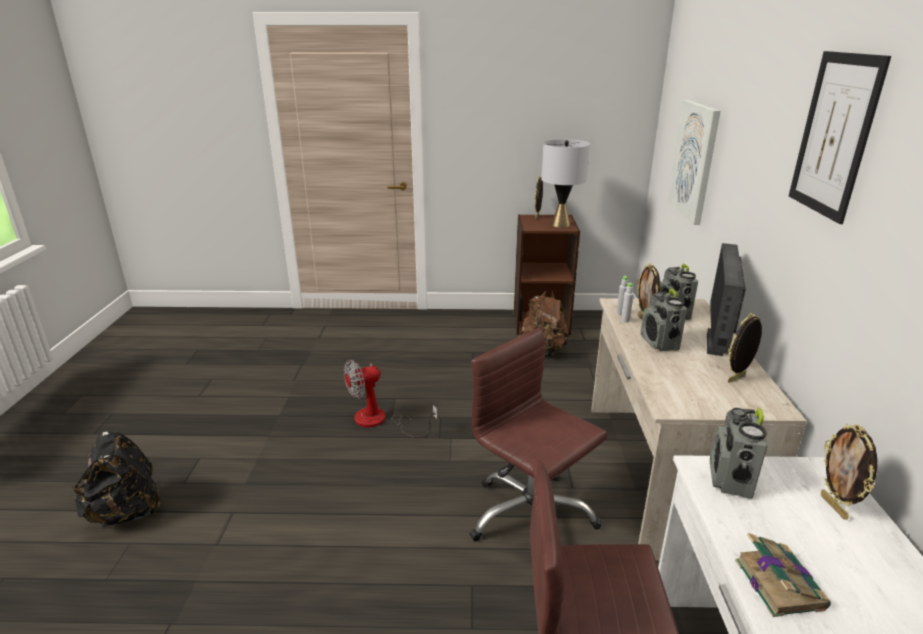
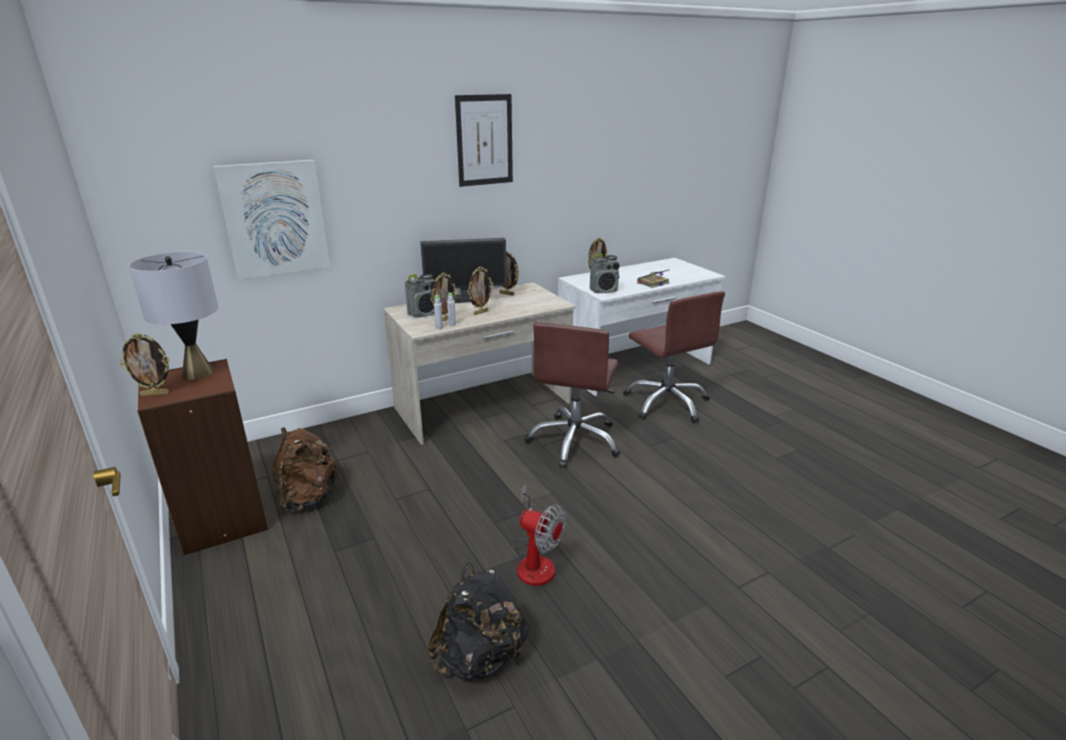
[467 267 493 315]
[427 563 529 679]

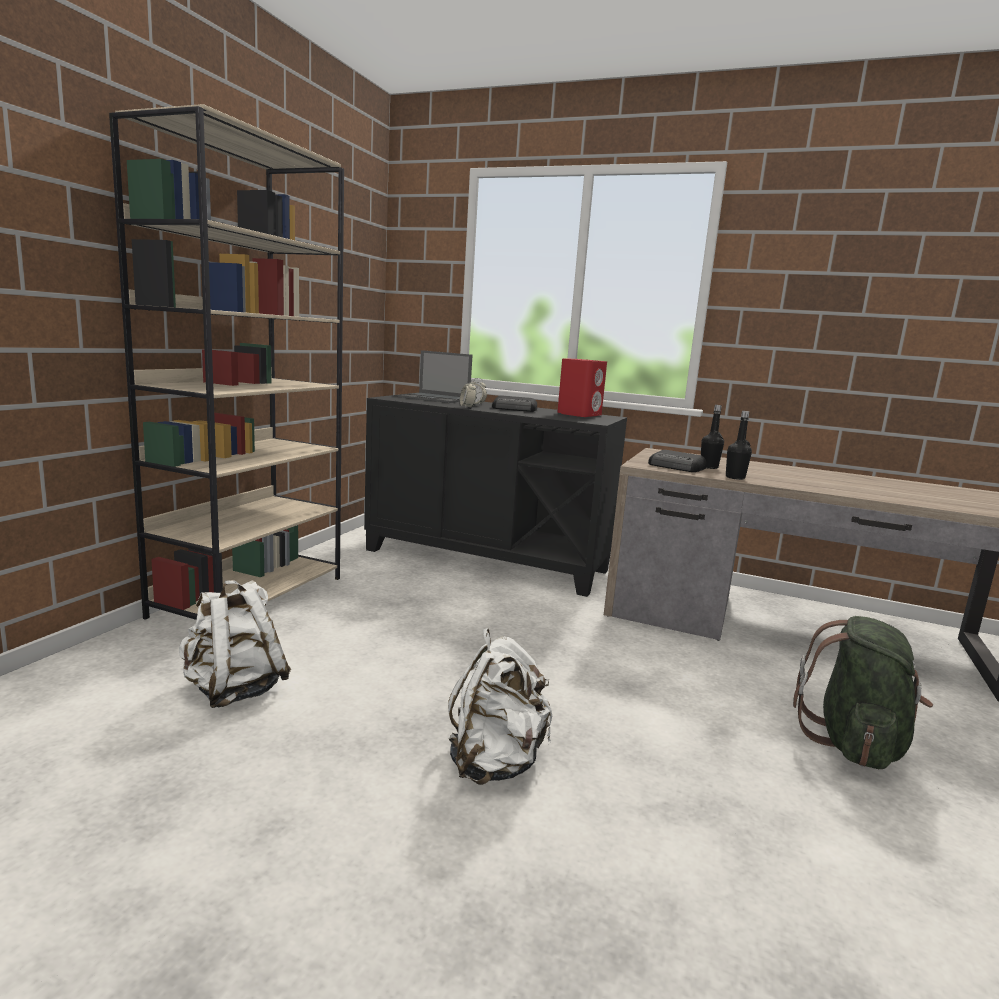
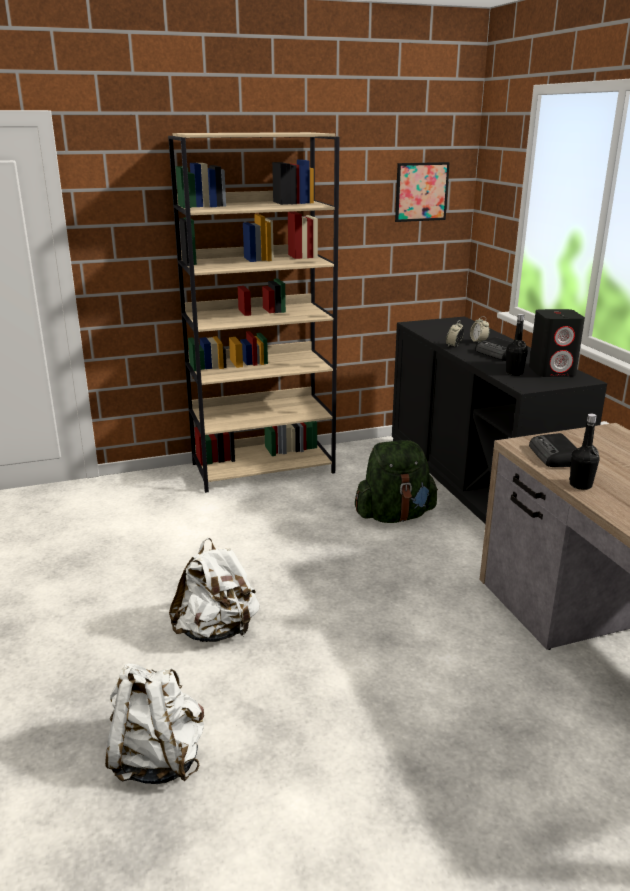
[398 350 472 403] (first image)
[529 309 585 377]
[506 314 528 376]
[105 663 204 784]
[355 440 438 523]
[395 162 450 222]

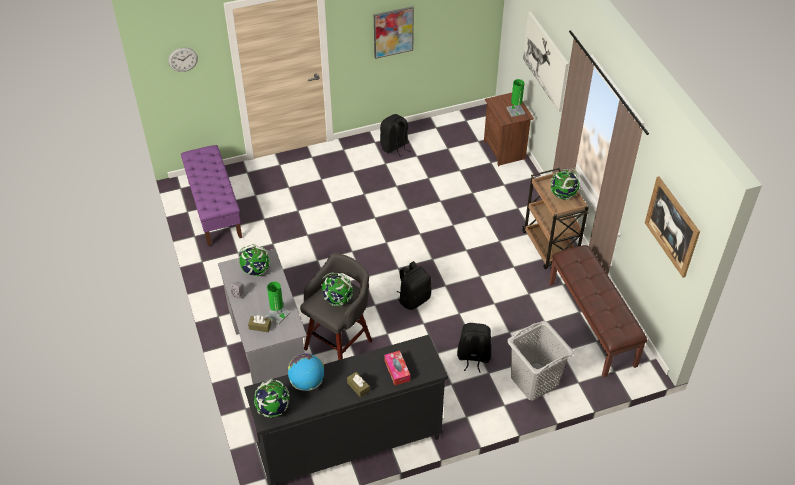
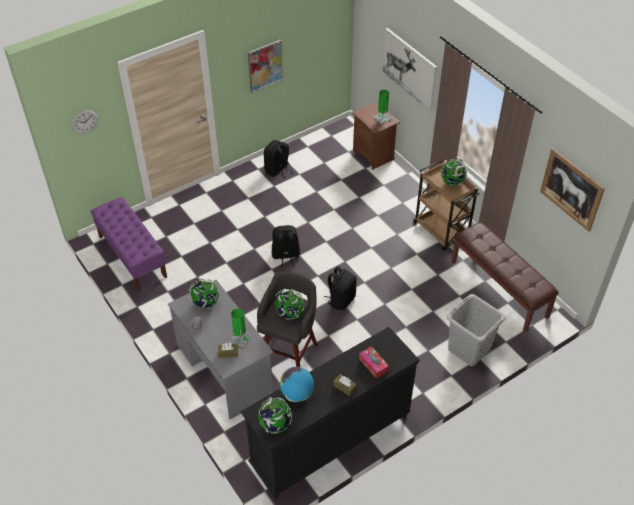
[272 225 300 267]

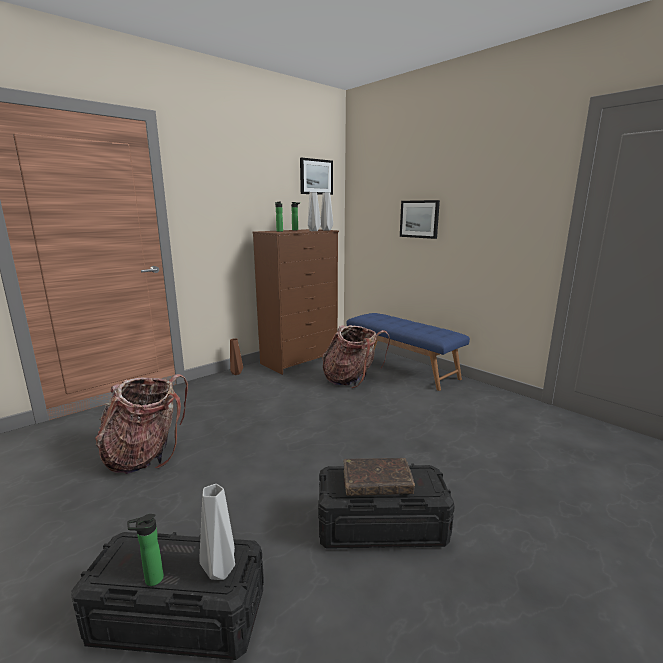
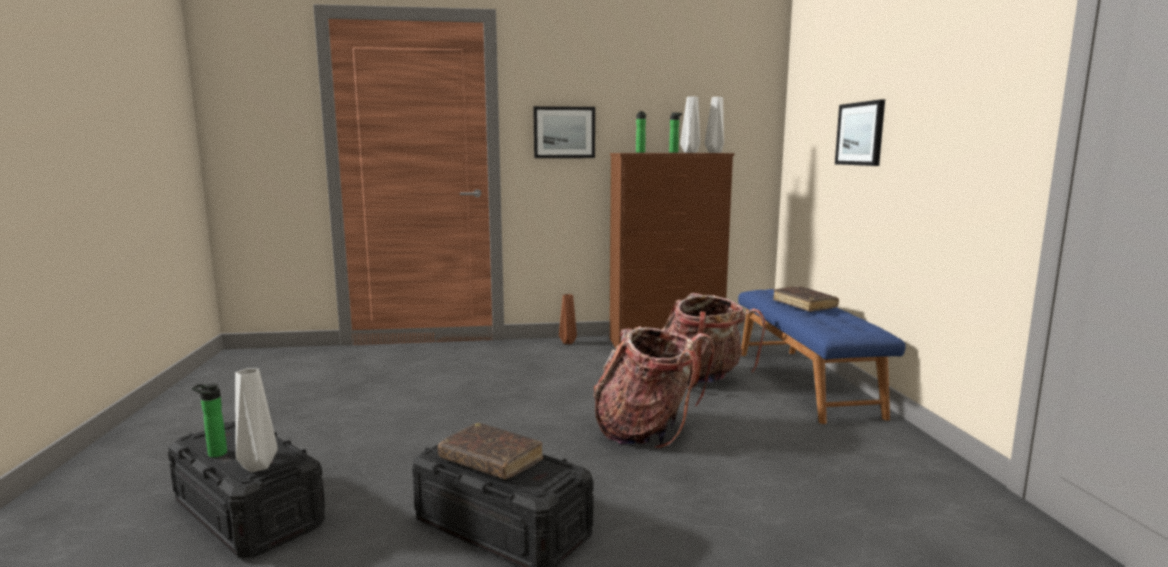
[533 106 595 158]
[593 326 715 449]
[773 286 839 312]

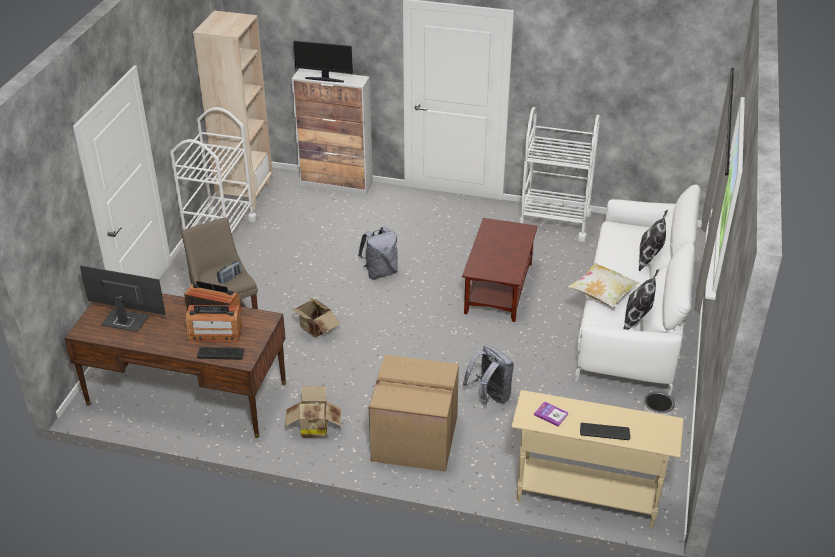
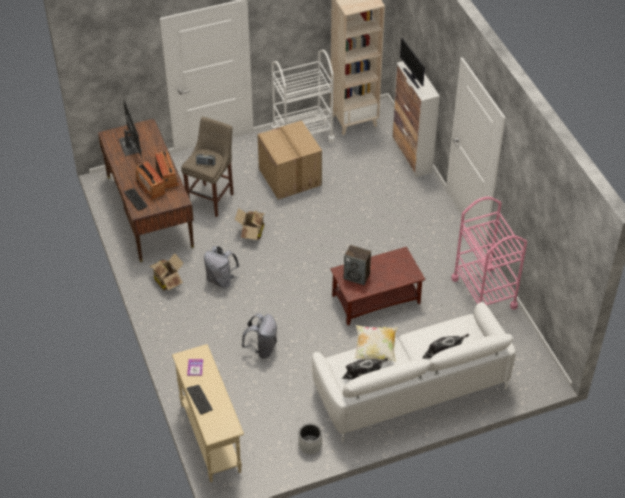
[451 197 527 310]
[204 246 239 288]
[257 120 322 200]
[344 245 371 285]

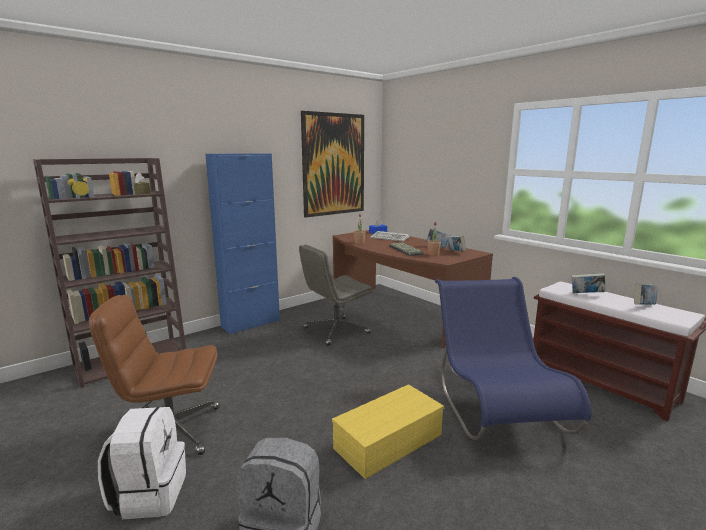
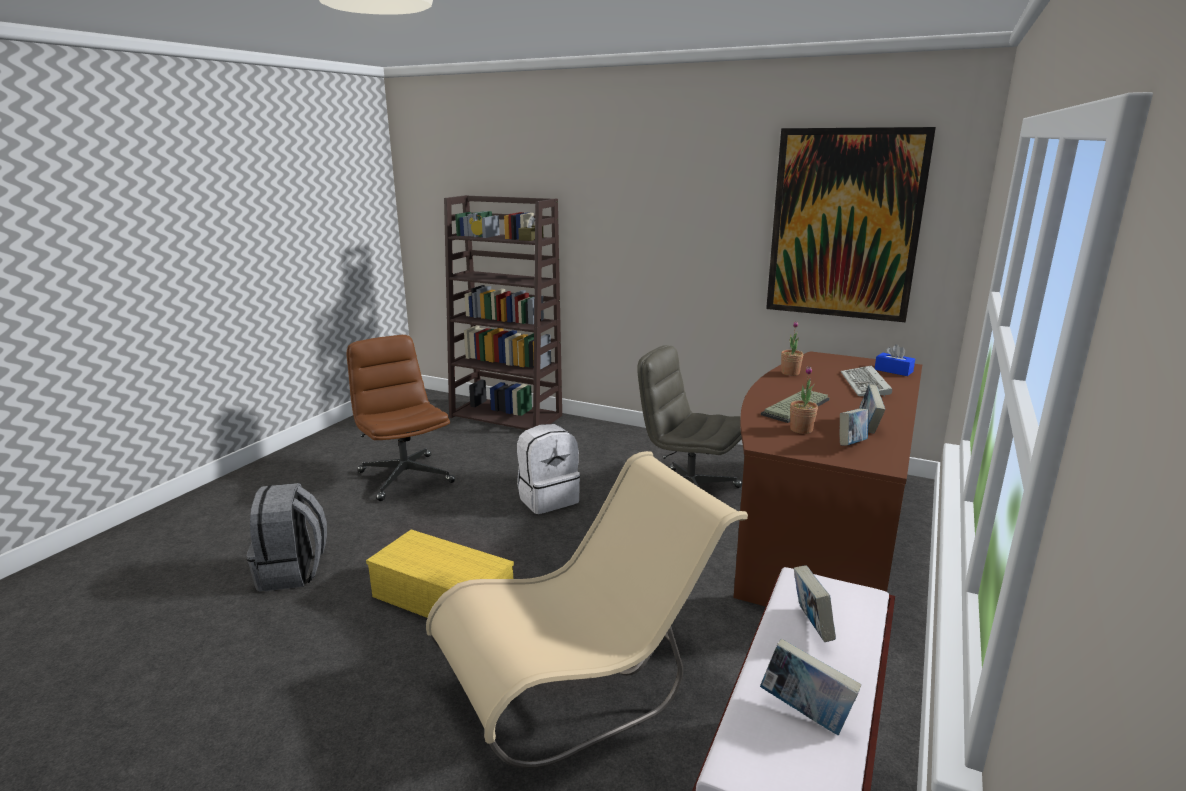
[205 153 280 335] (first image)
[426 451 748 768]
[517 424 580 514]

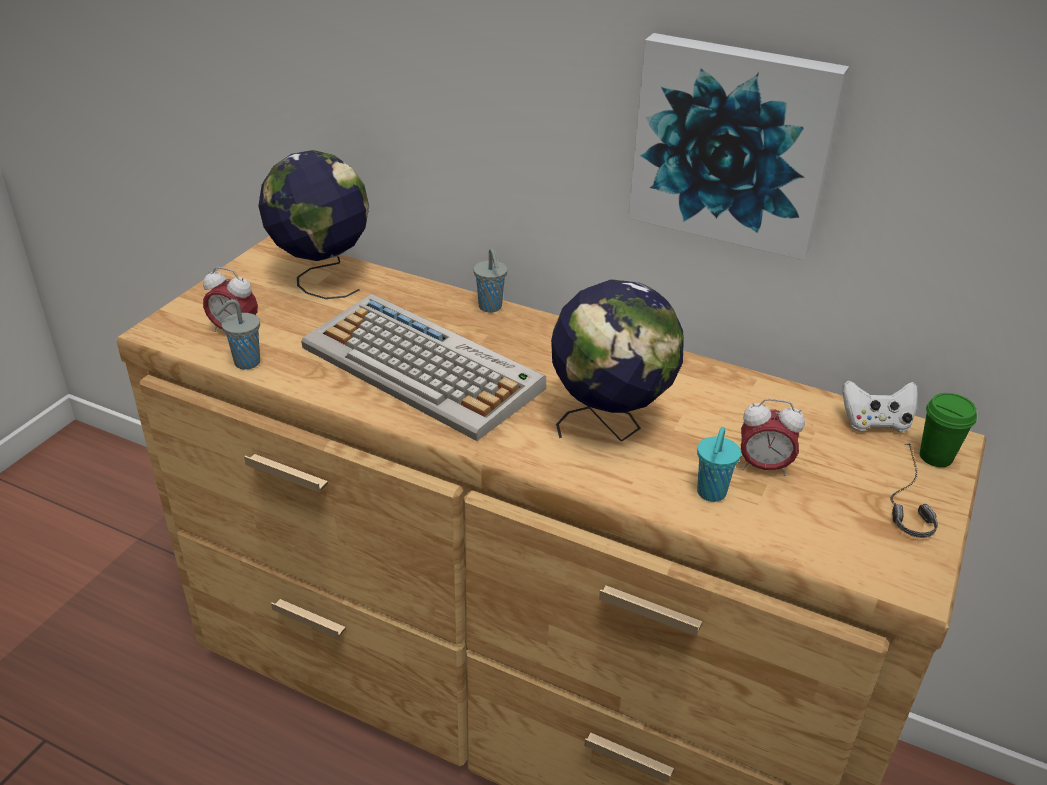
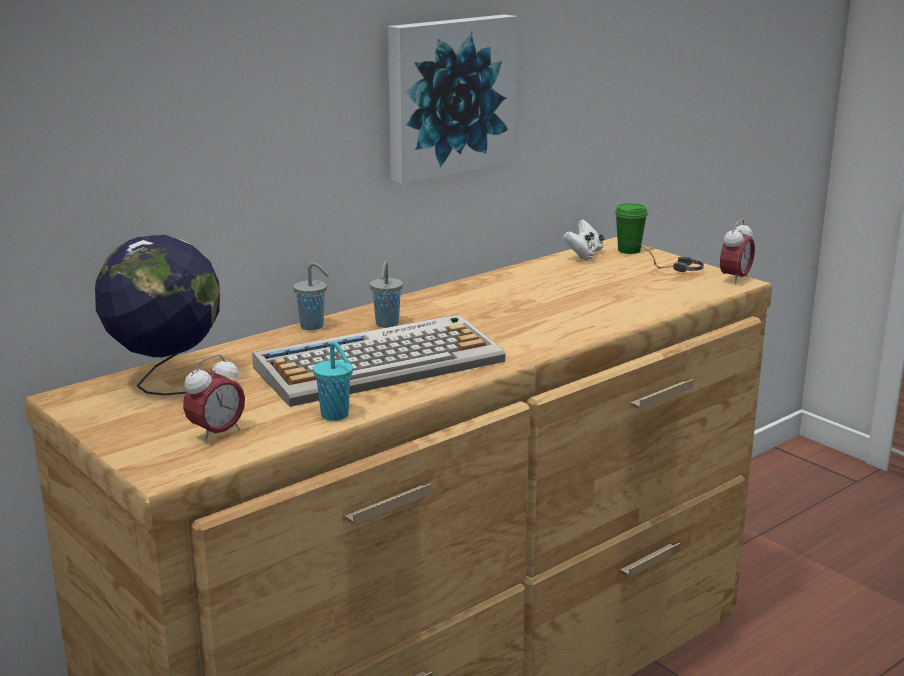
[551 279 684 442] (first image)
[370 261 403 328]
[720 219 755 285]
[313 342 353 421]

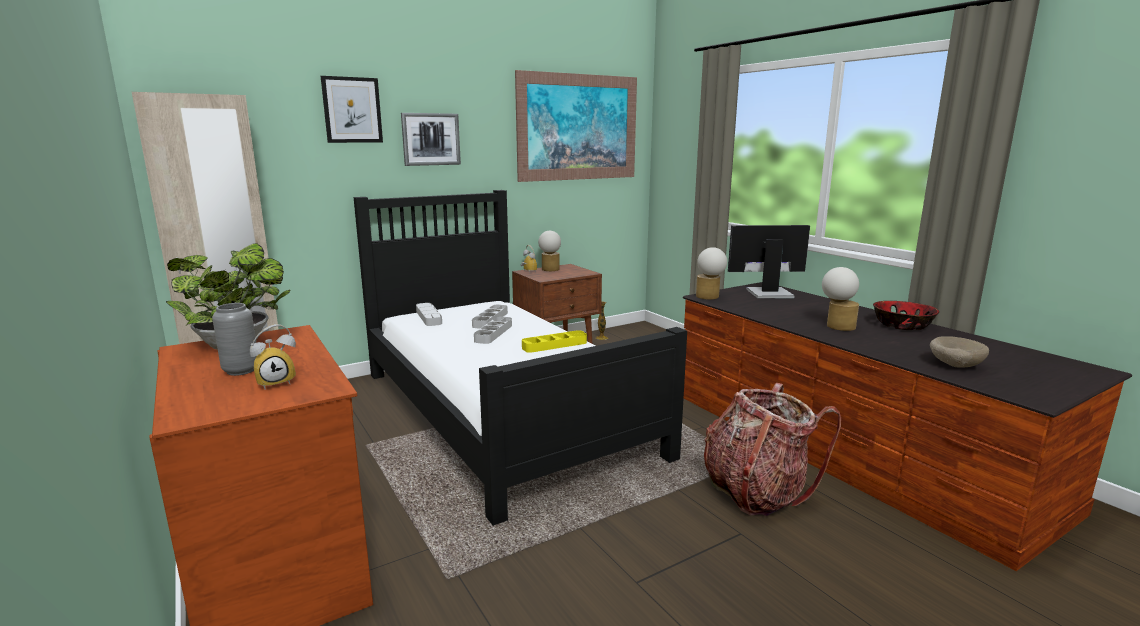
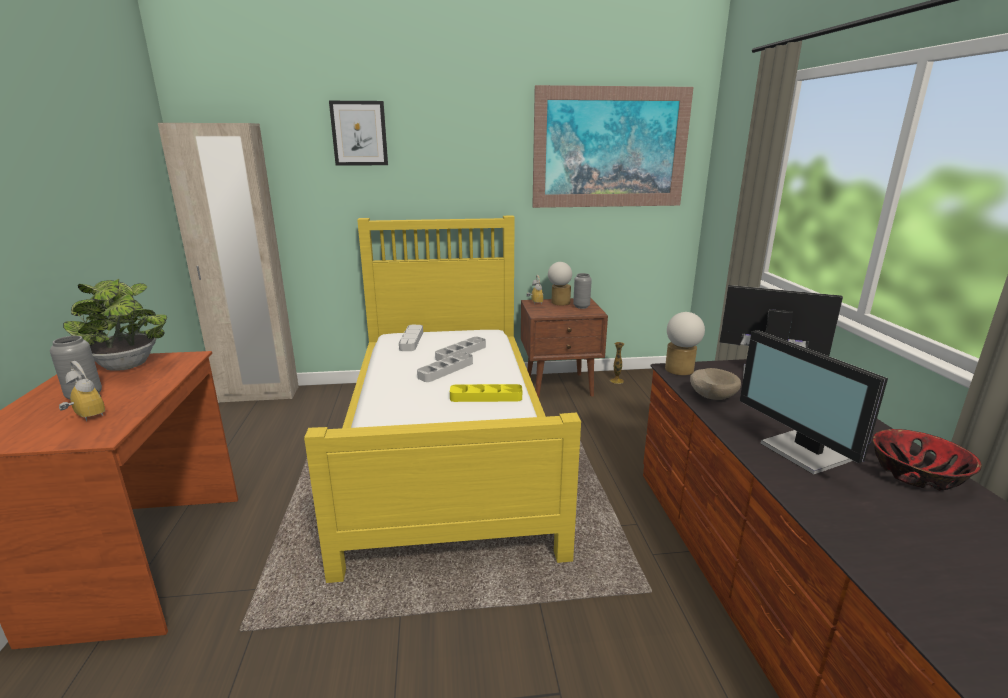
[401 113 461 166] (first image)
[304 216 581 583]
[740 330 888 475]
[59 361 105 421]
[690 368 741 400]
[704 383 841 516] (first image)
[573 273 592 309]

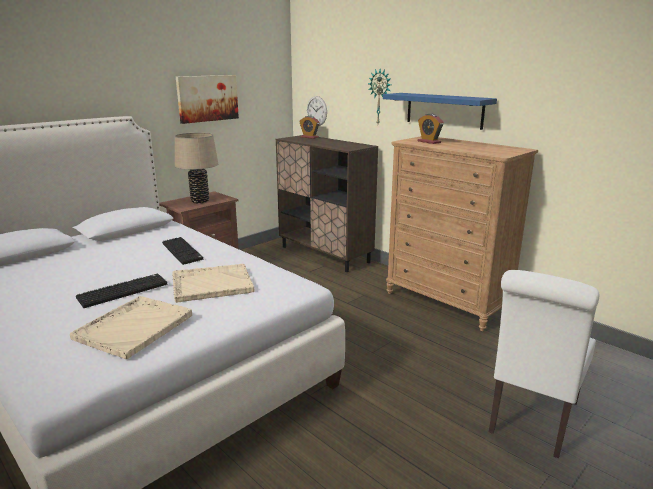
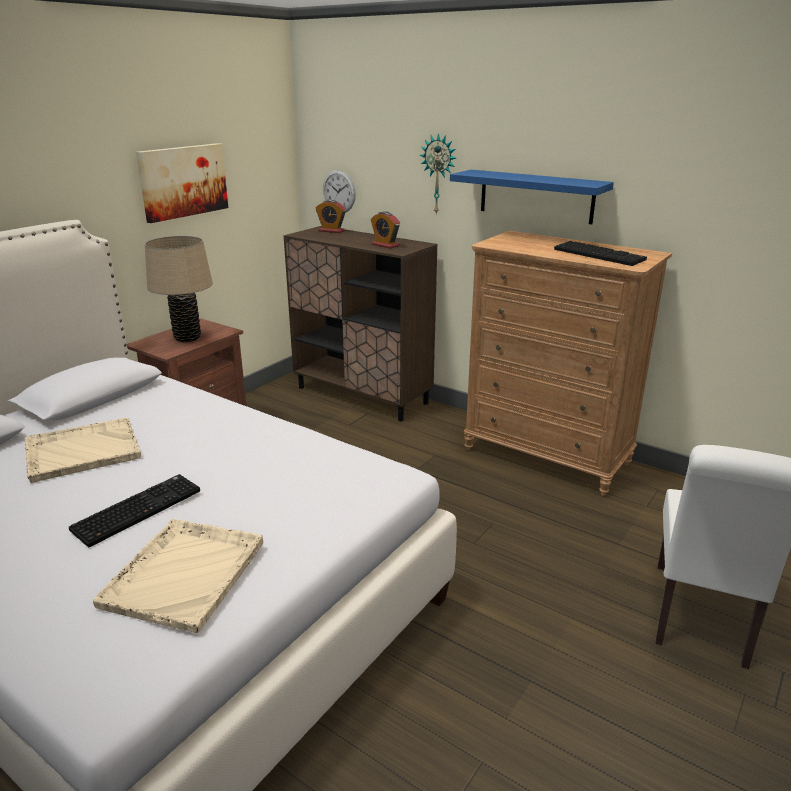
[371 211 400 248]
[554 241 647 266]
[25 418 141 483]

